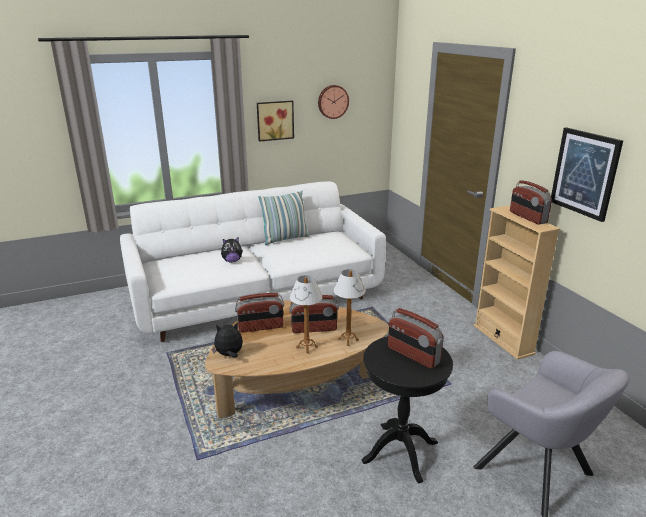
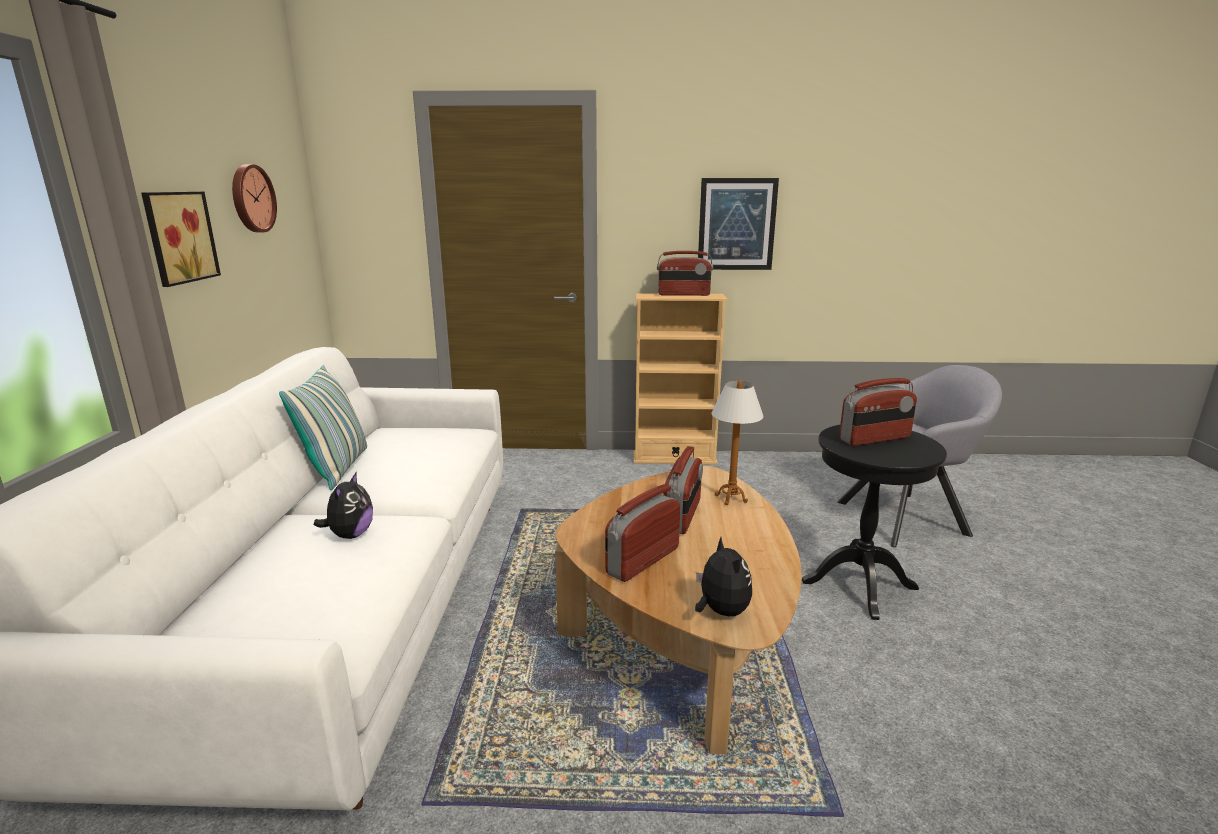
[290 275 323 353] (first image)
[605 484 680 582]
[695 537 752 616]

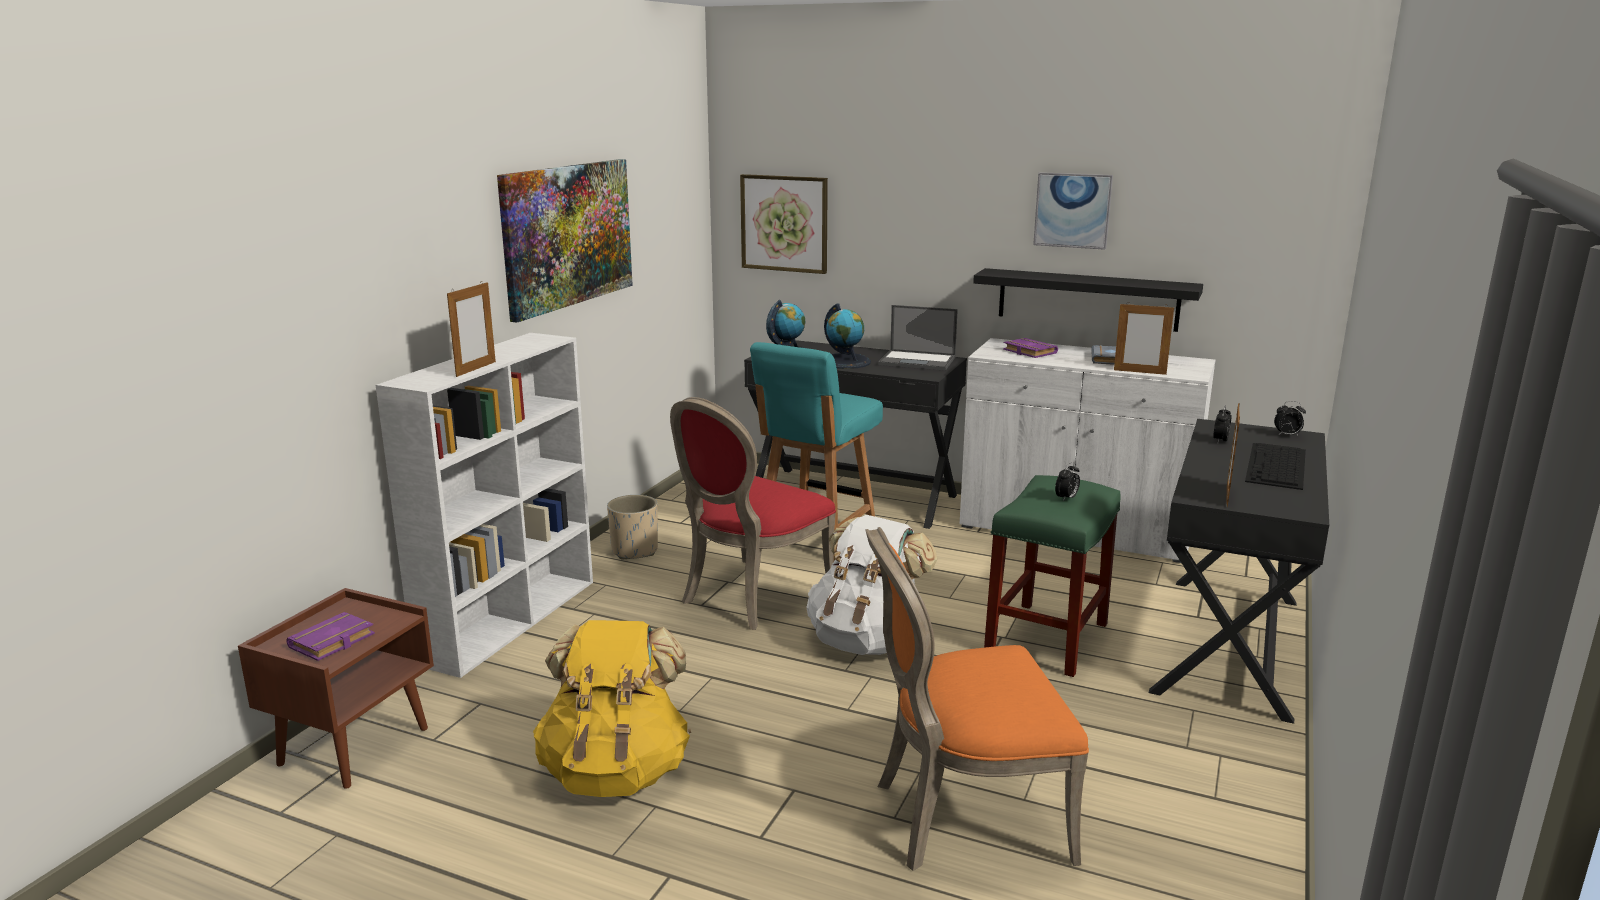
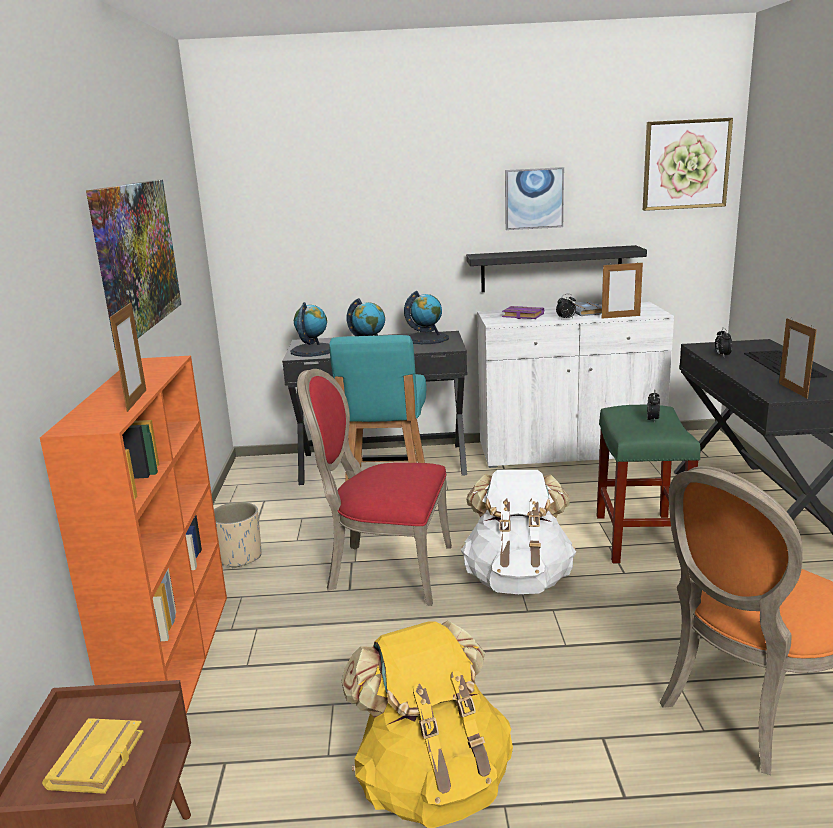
[643 118 733 211]
[404 291 449 344]
[40 356 227 714]
[297 369 452 606]
[556 294 576 319]
[42 718 144 794]

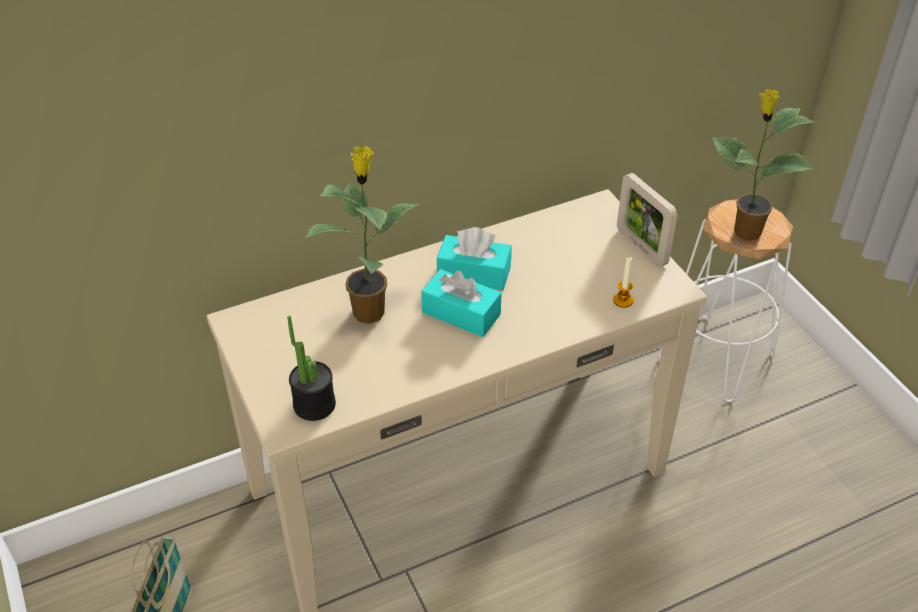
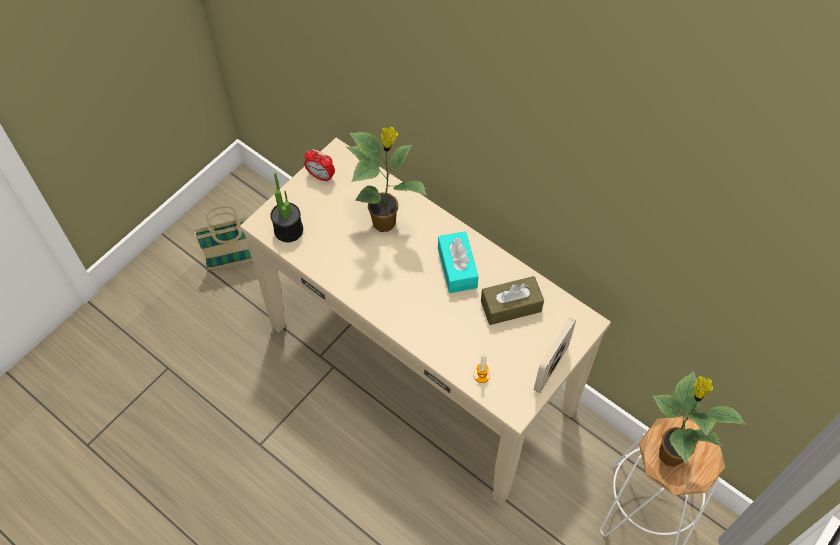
[421 269 502 337] (first image)
[304 149 335 182]
[481 276 544 325]

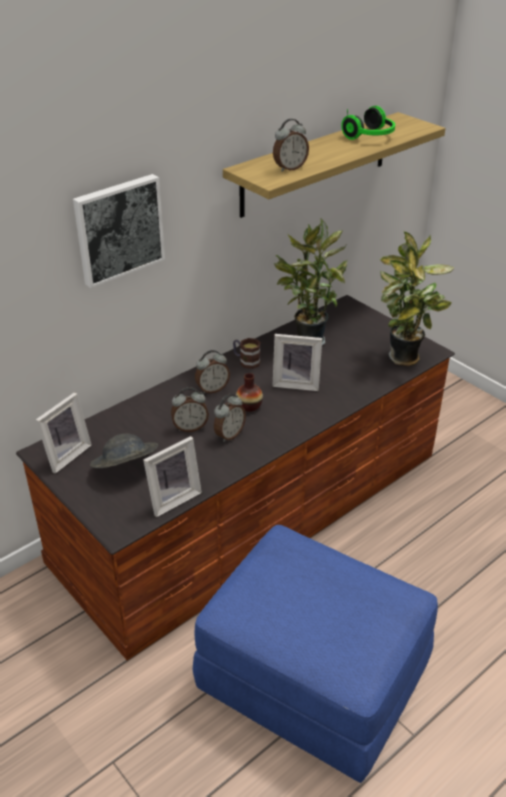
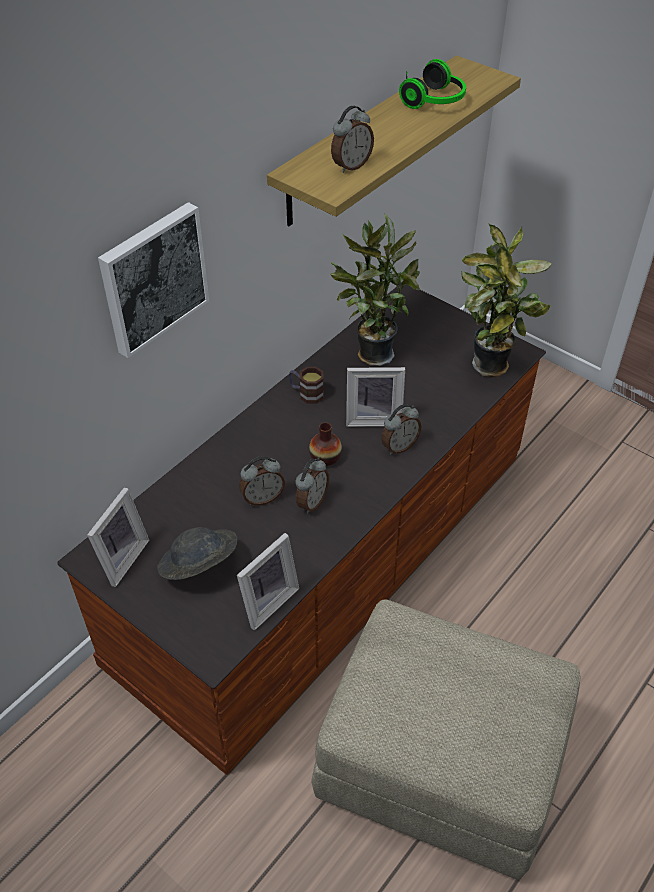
[381 404 421 455]
[311 600 580 880]

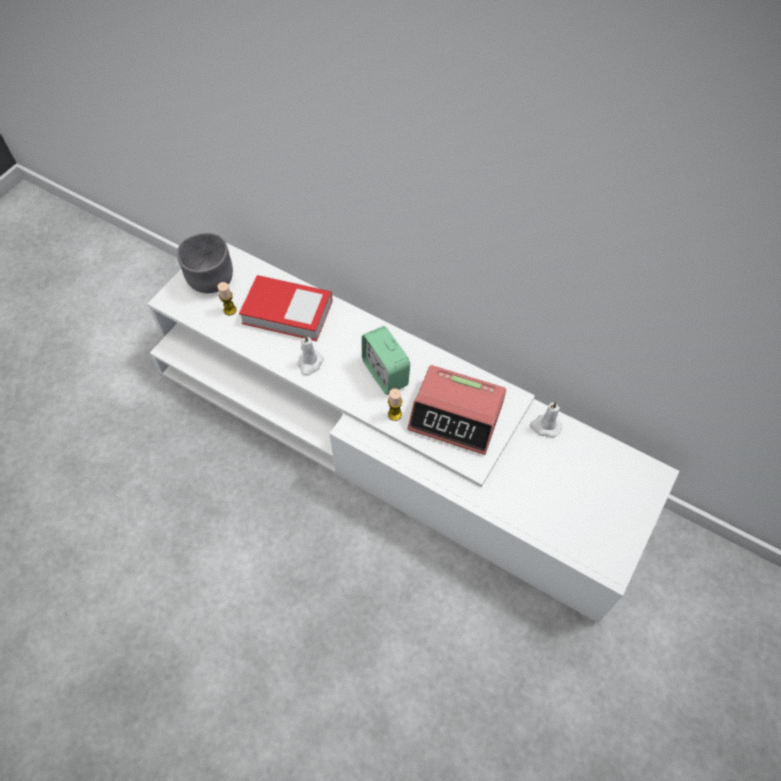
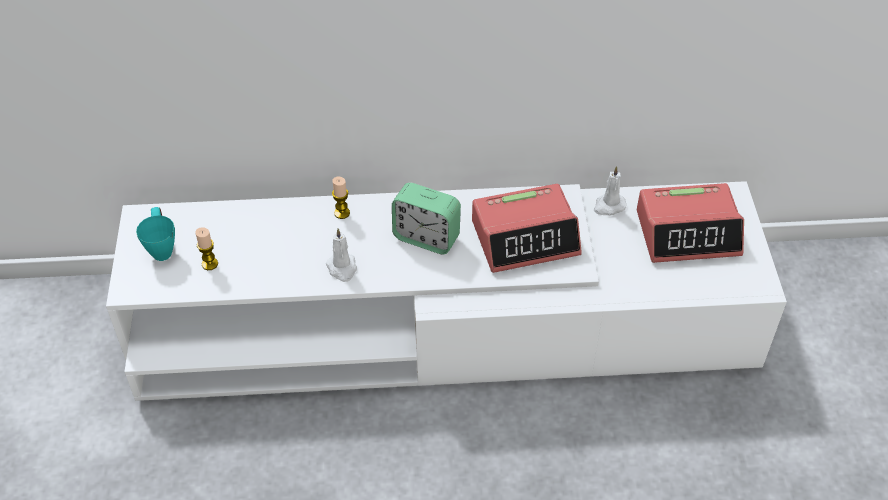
[136 207 175 261]
[239 275 333 341] (first image)
[332 177 350 219]
[637 183 744 263]

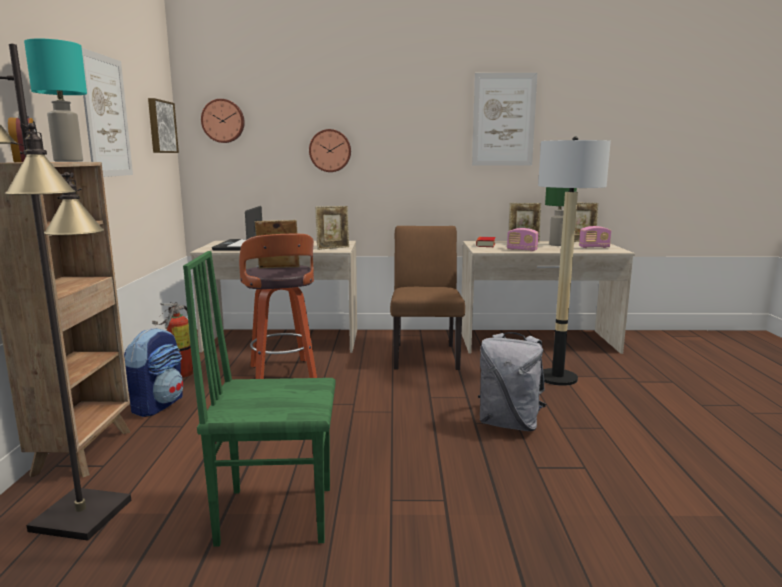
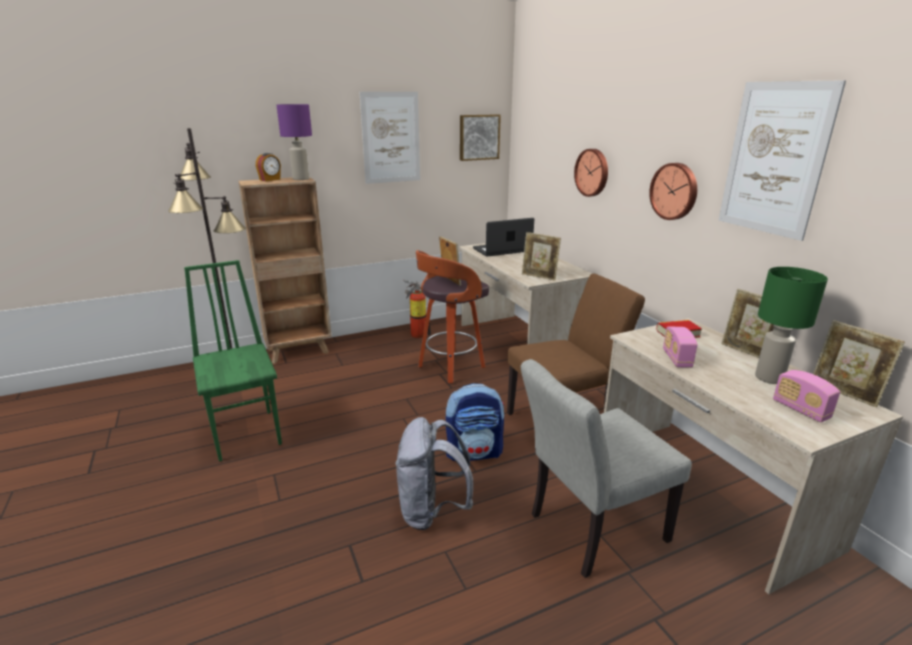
[276 104 312 180]
[649 163 697 220]
[521 359 692 578]
[446 383 504 461]

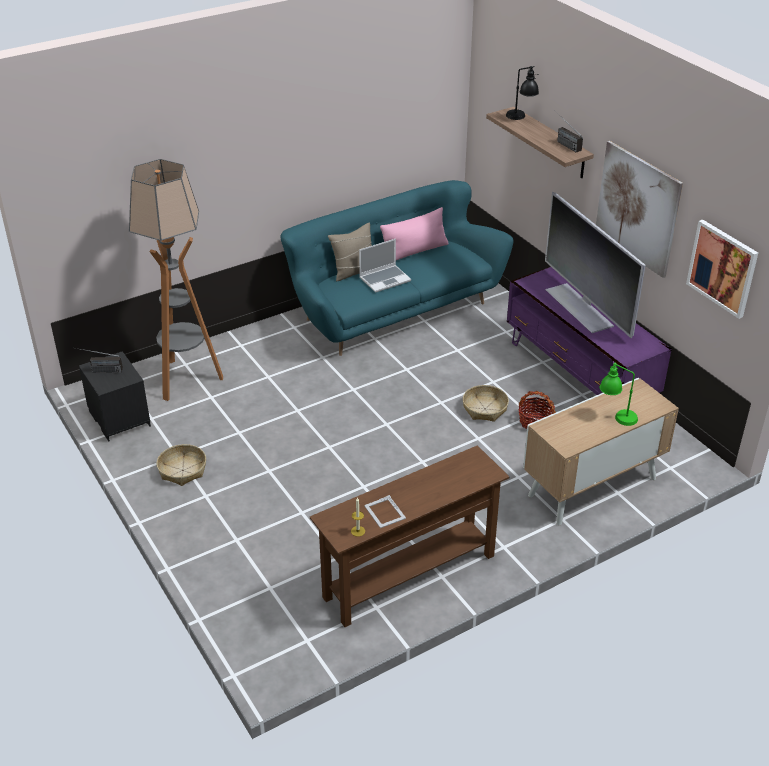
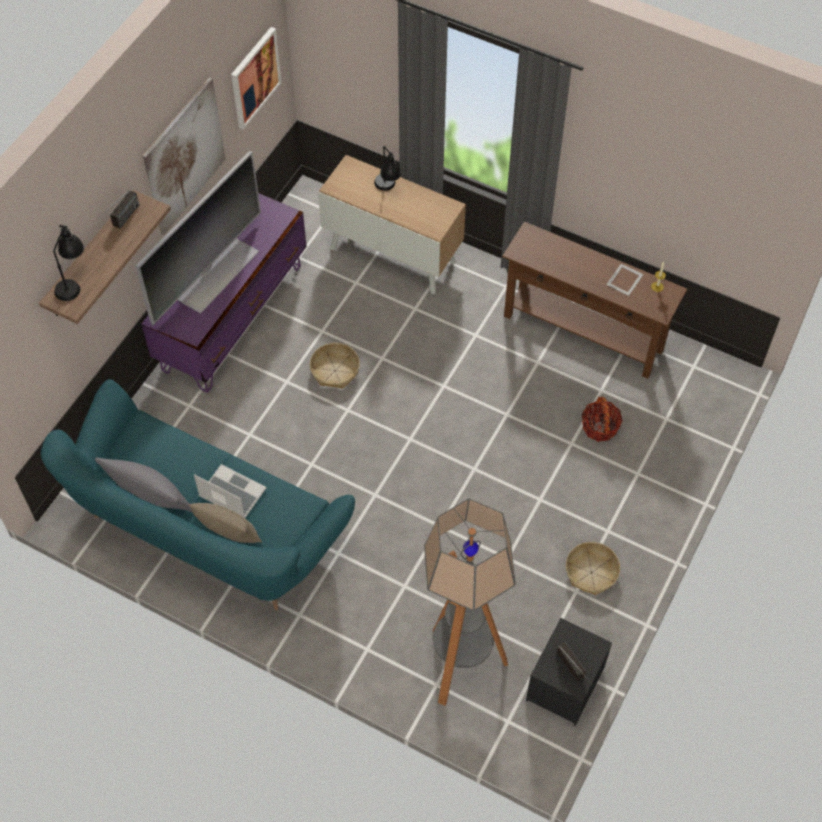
[95 457 192 512]
[374 146 401 191]
[582 397 623 442]

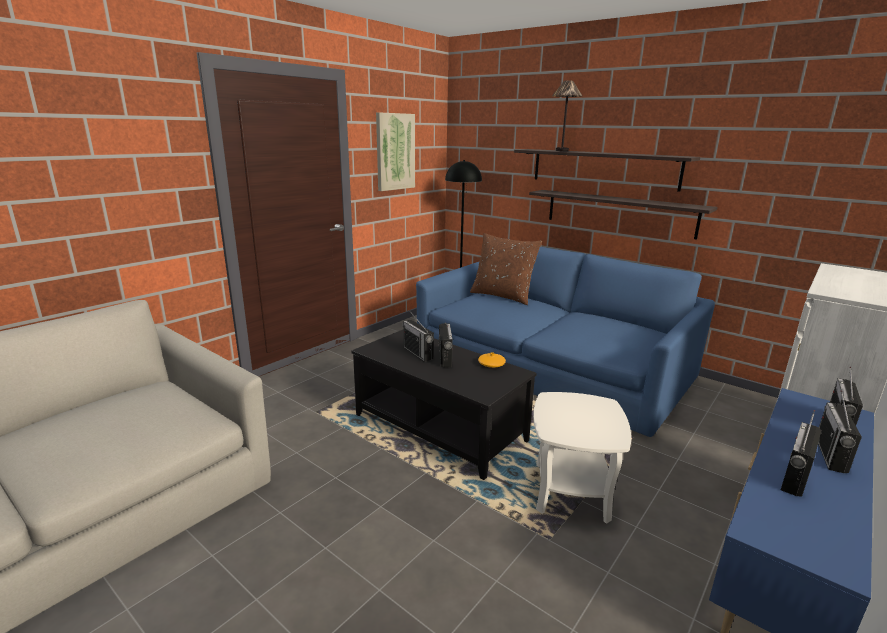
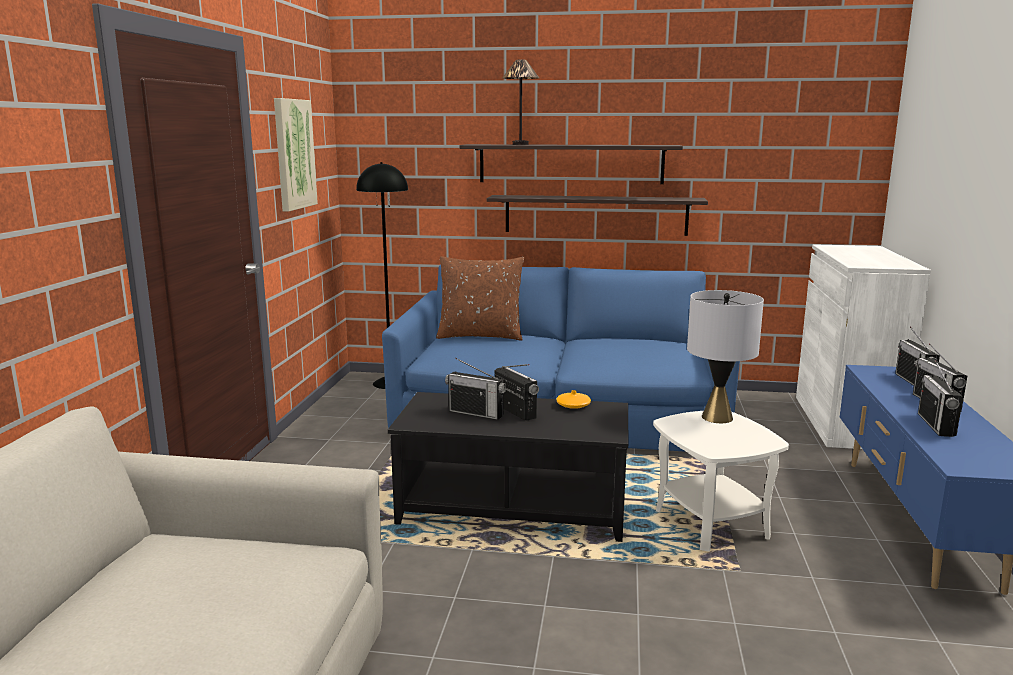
[687 290 764 423]

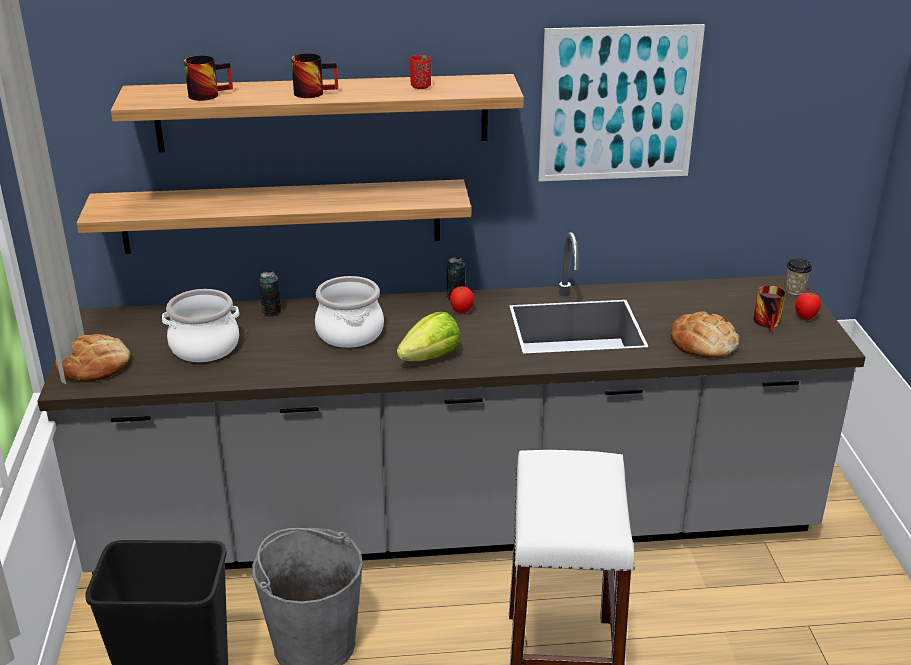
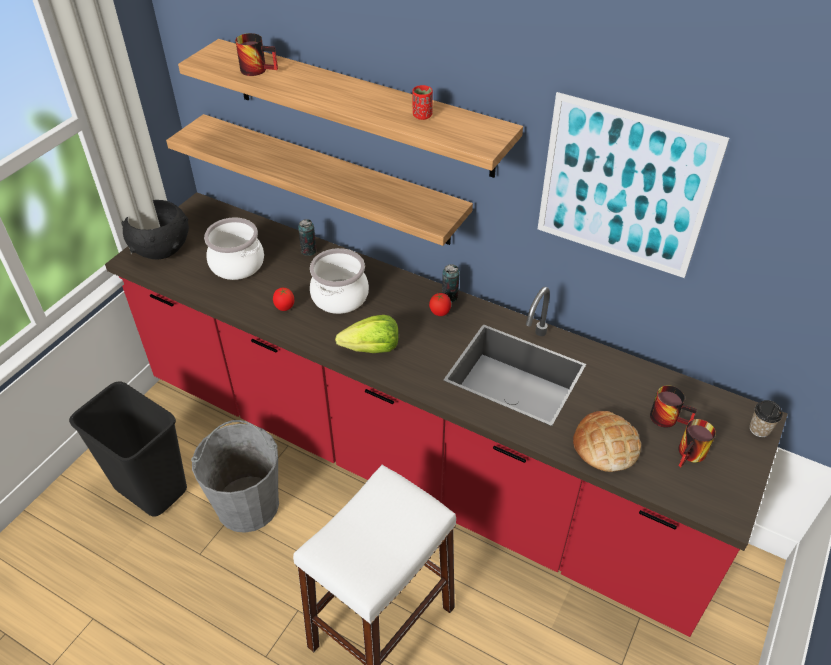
[650 385 697 428]
[105 192 788 637]
[273 288 294 311]
[121 200 189 259]

